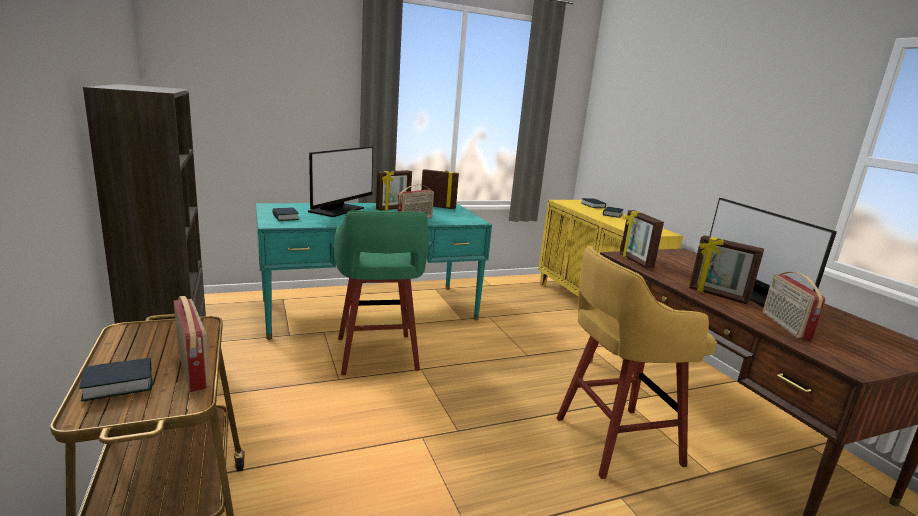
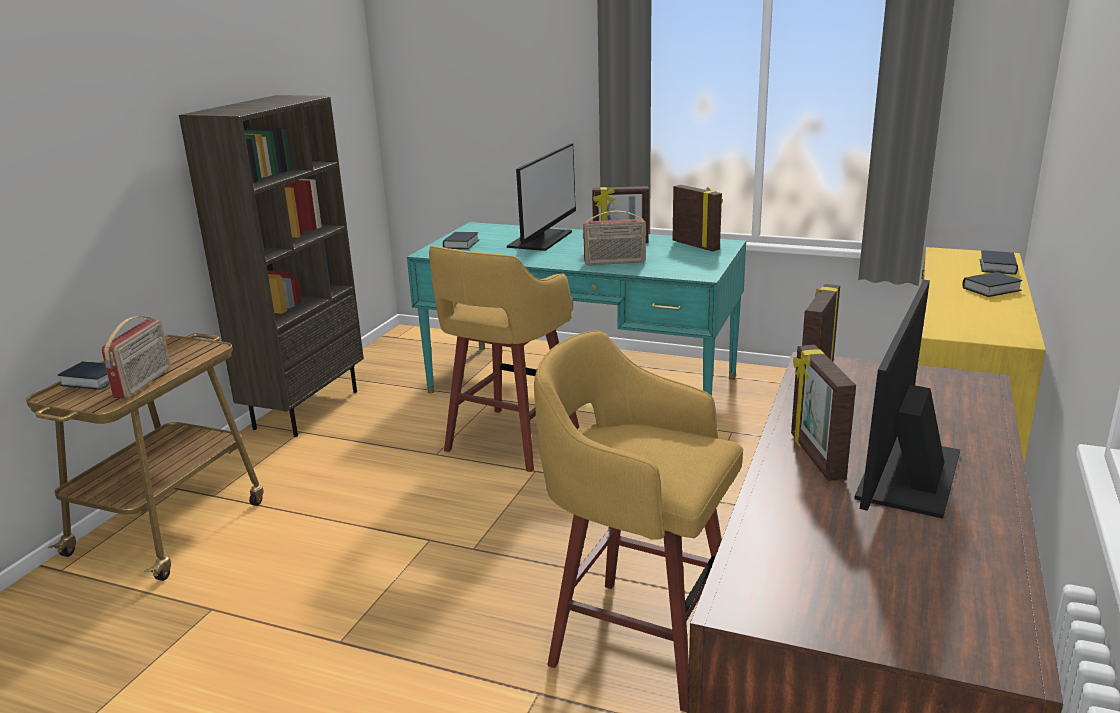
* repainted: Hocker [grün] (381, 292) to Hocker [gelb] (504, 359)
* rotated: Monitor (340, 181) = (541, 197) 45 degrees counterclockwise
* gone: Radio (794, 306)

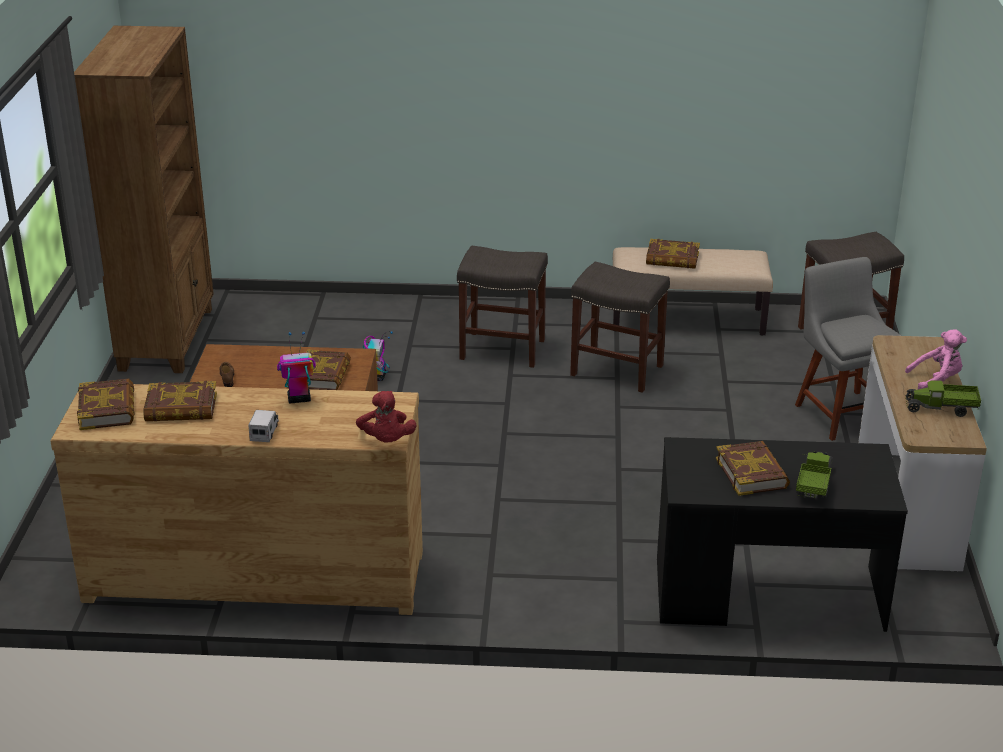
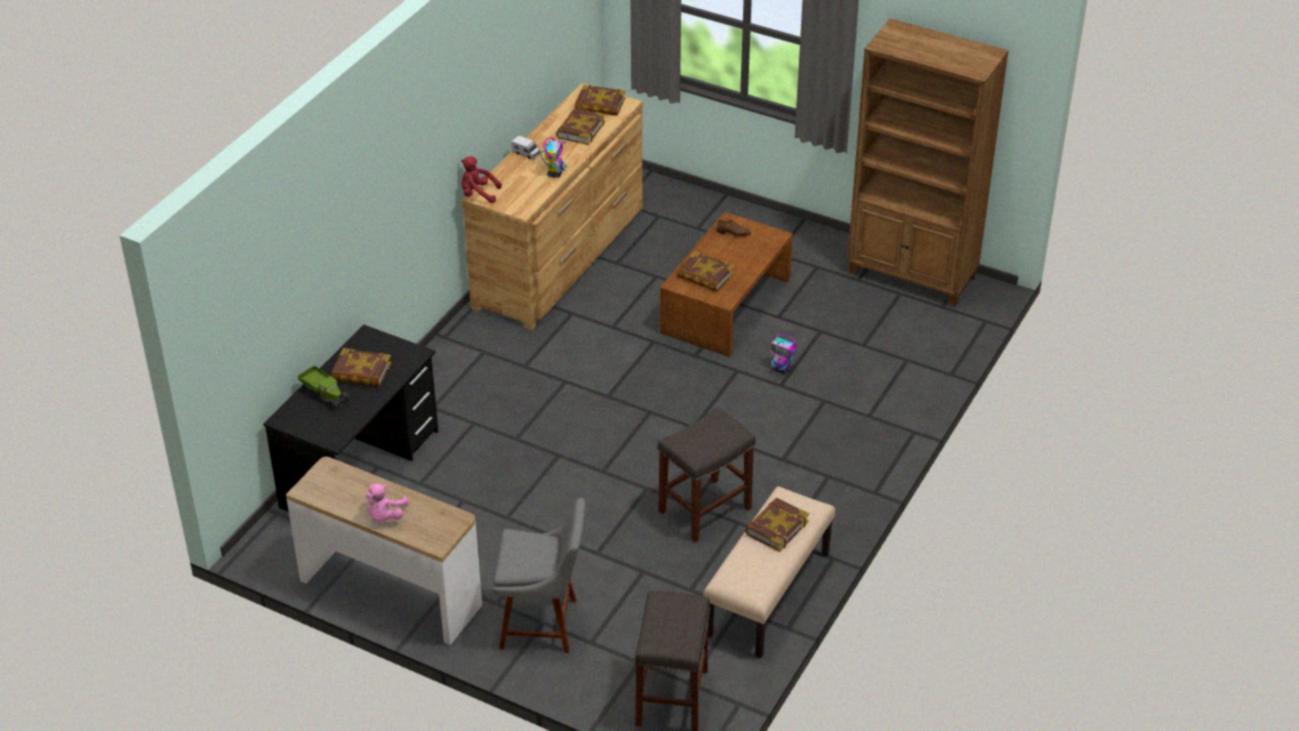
* gone: Hocker [grau] (502, 307)
* gone: Spielzeuglaster (943, 399)

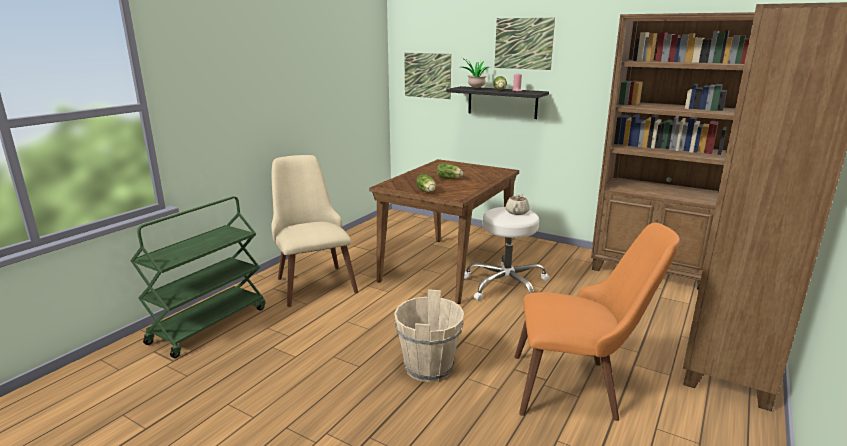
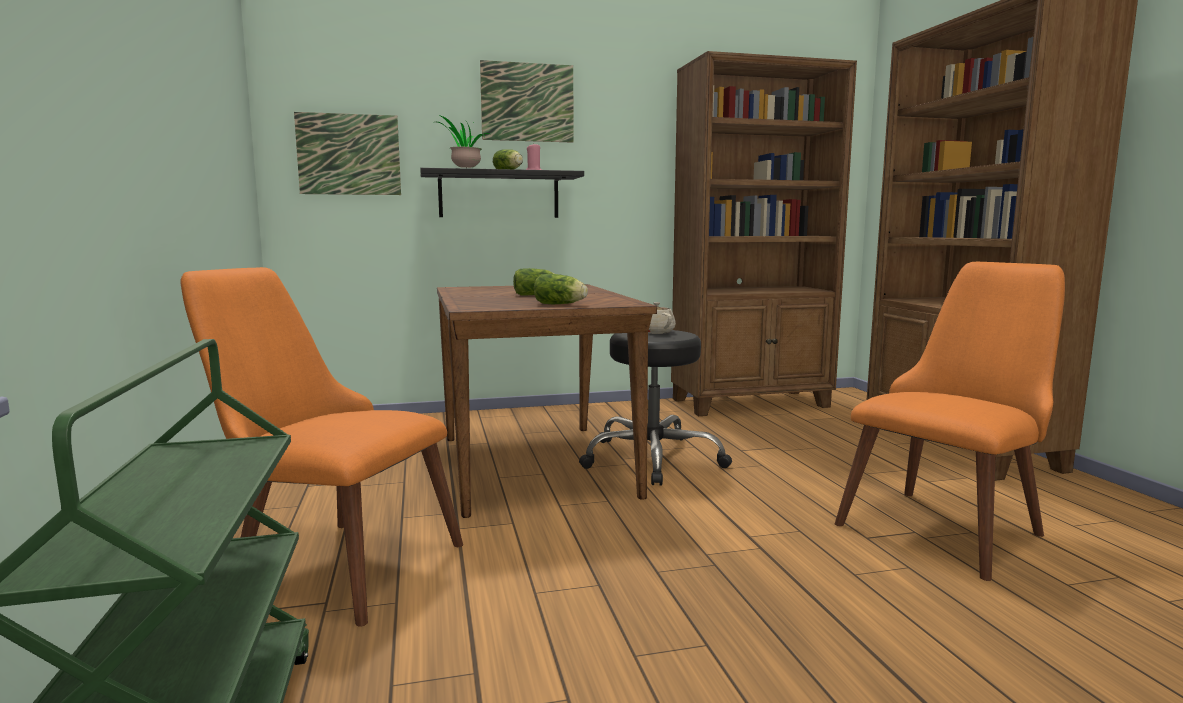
* repainted: Stuhl [beige] (314, 231) to Stuhl [orange] (321, 447)
* repainted: Hocker [weiß] (507, 254) to Hocker [schwarz] (655, 408)
* gone: Eimer [beige] (429, 335)

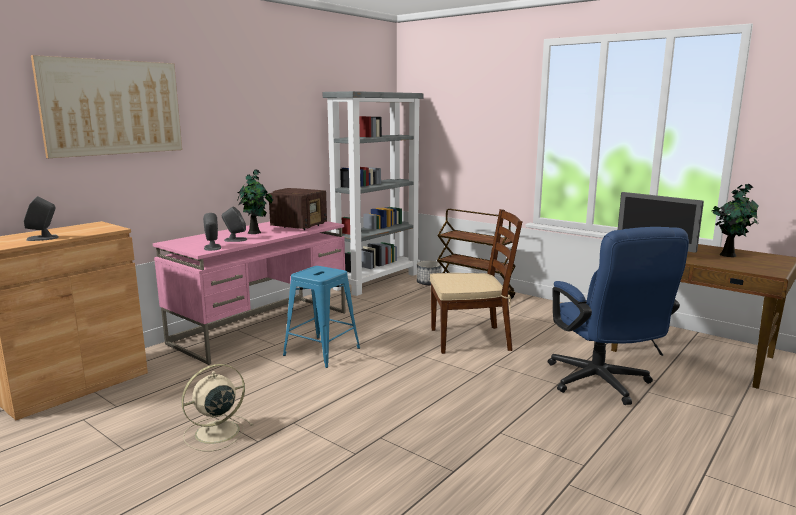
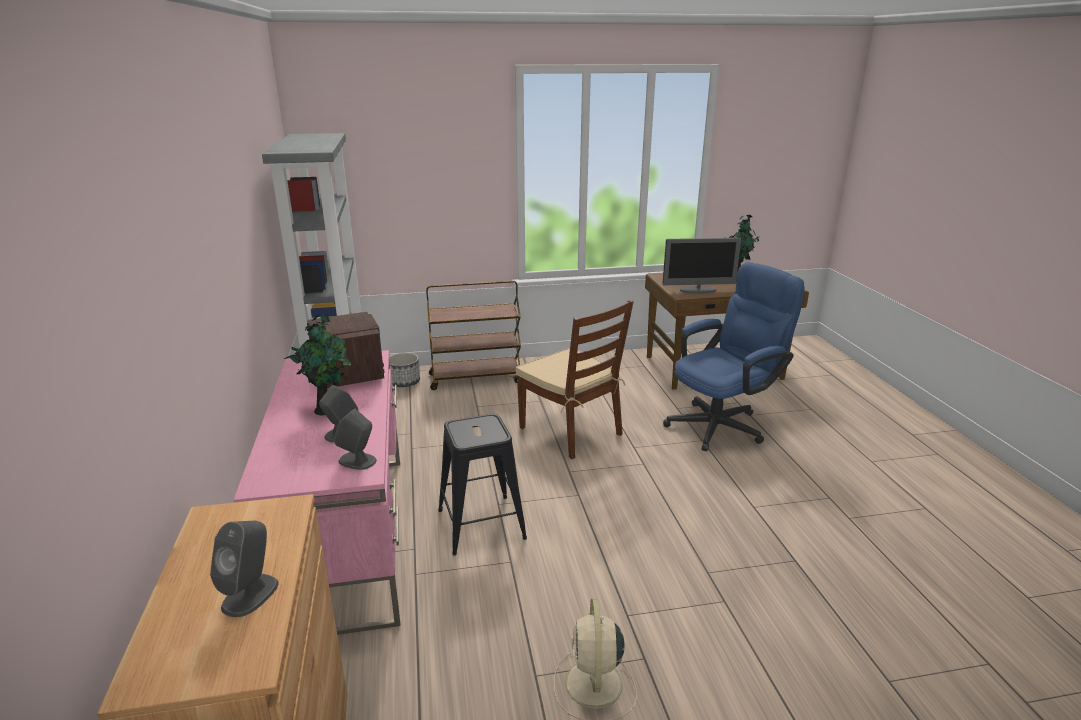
* repainted: Hocker [blau] (321, 317) to Hocker [schwarz] (482, 484)
* rotated: Stuhl [braun] (476, 281) = (575, 379) 105 degrees clockwise
* rotated: Bürostuhl [blau] (618, 316) = (734, 356) 60 degrees counterclockwise
* gone: Bild (106, 106)

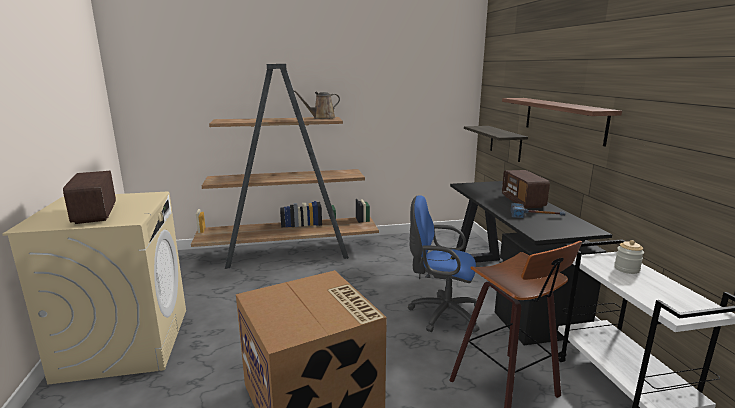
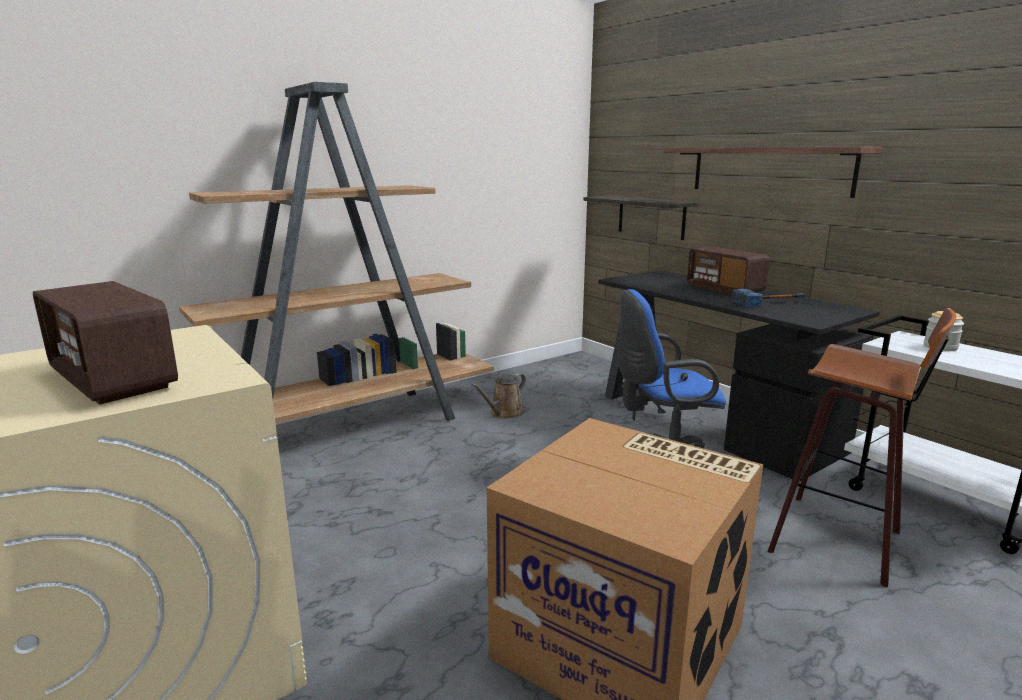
* shifted: Gießkanne [braun] (316, 104) to (498, 396)

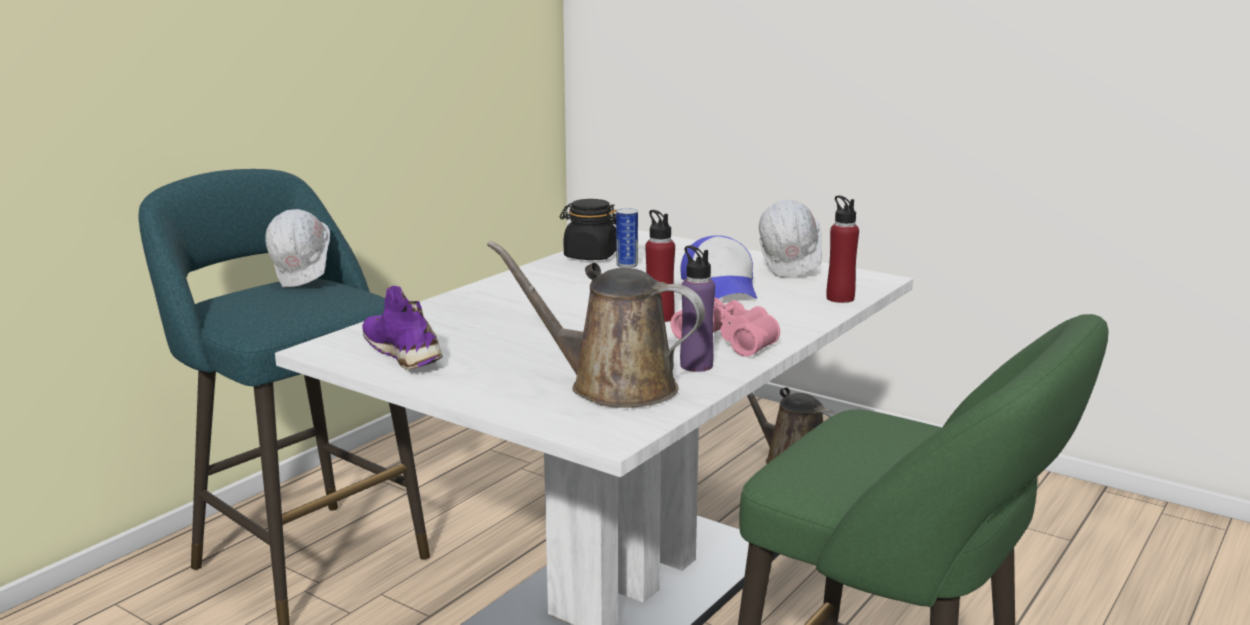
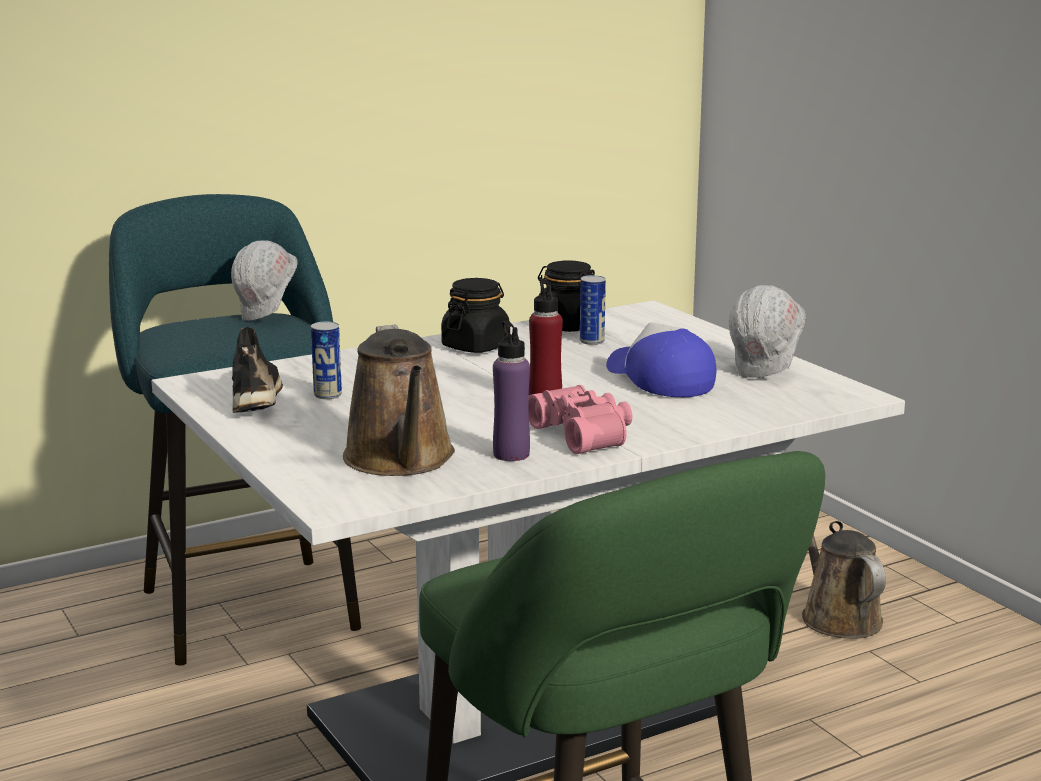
* repainted: Schuh [lila] (402, 328) to Schuh [schwarz] (257, 370)
* new: Dose (326, 360)
* rotated: Gießkanne [braun] (596, 324) = (399, 400) 150 degrees counterclockwise
* new: Vorratsglas [schwarz] (475, 315)
* rotated: Kappe (718, 267) = (661, 359) 135 degrees clockwise
* gone: Flasche [rot] (843, 249)

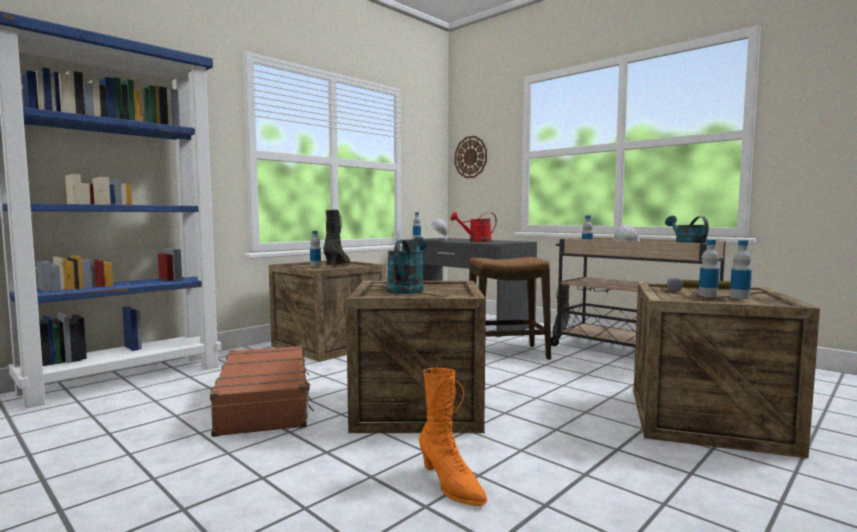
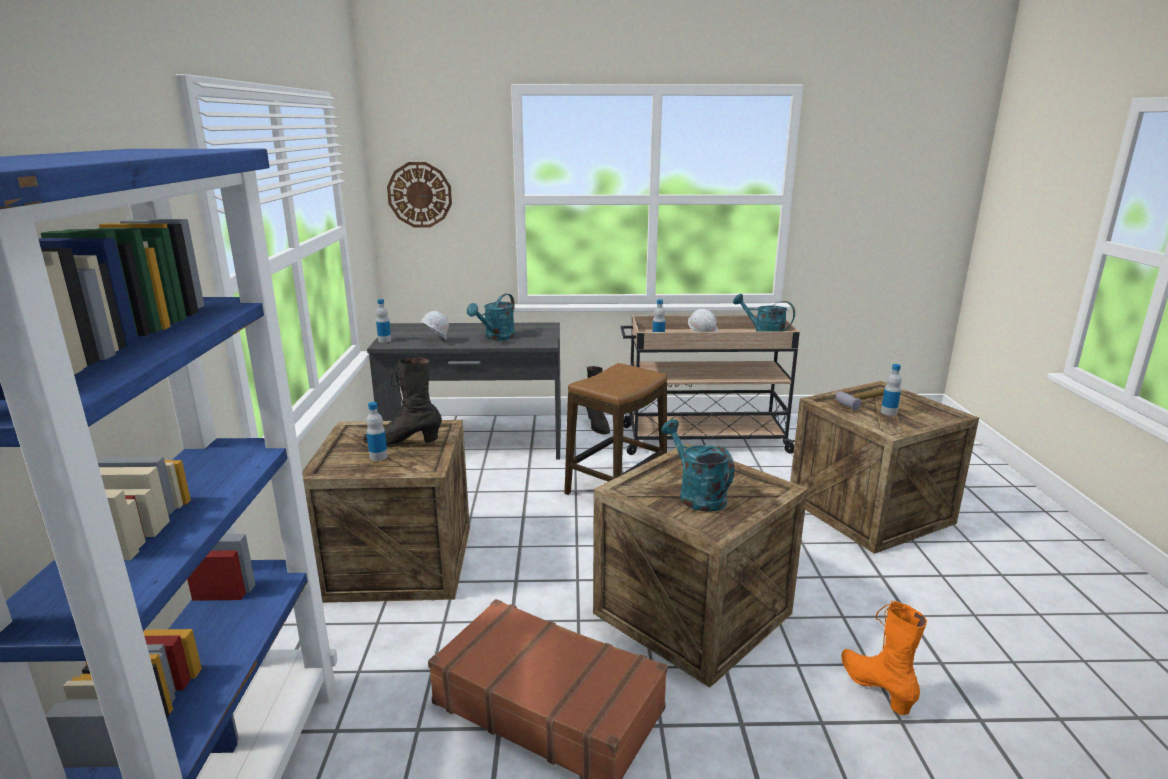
* rotated: Stiefel [schwarz] (336, 237) = (402, 402) 60 degrees counterclockwise
* repainted: Gießkanne [rot] (474, 227) to Gießkanne [türkis] (491, 317)
* rotated: Stiefel [orange] (453, 437) = (884, 658) 120 degrees counterclockwise
* gone: Flasche (741, 269)

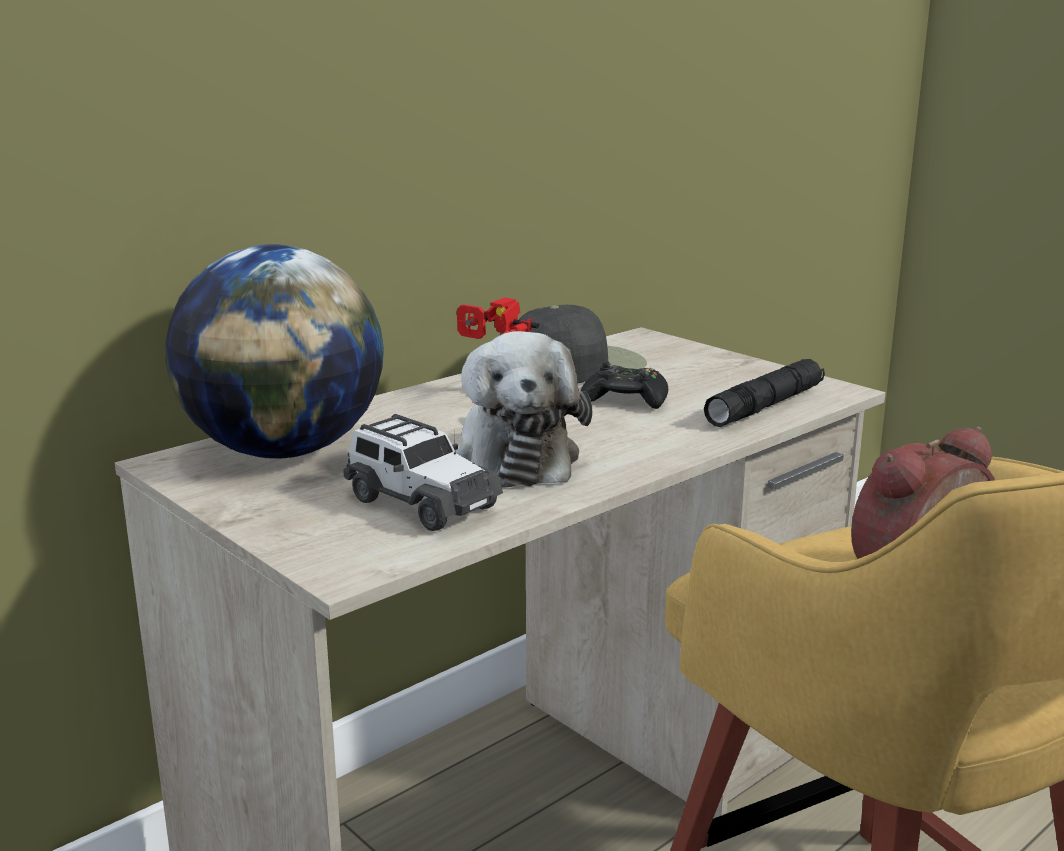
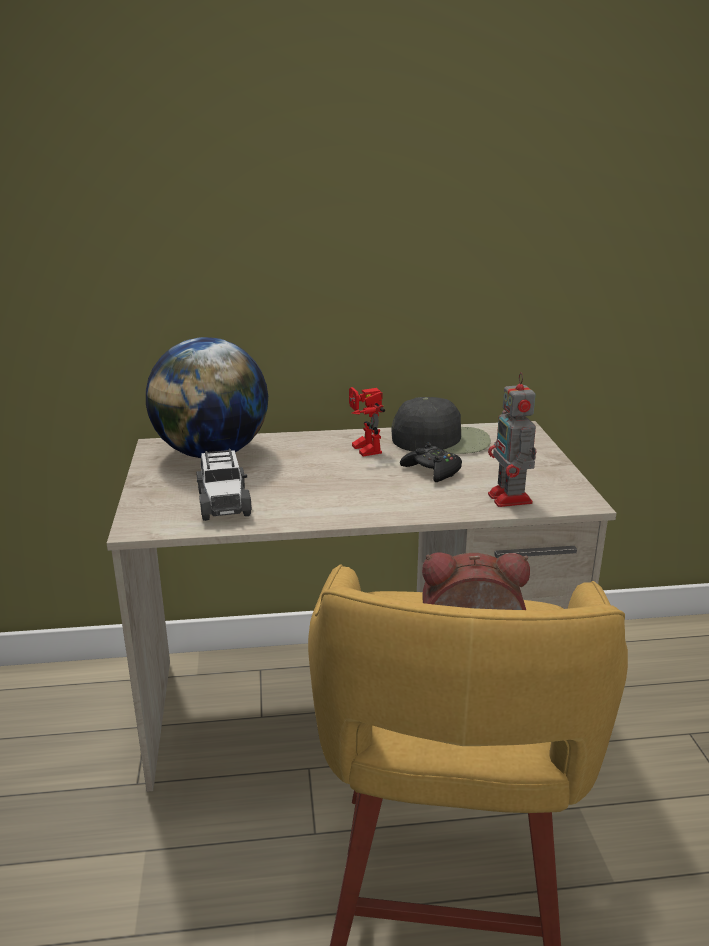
* swapped: Taschenlampe [schwarz] (764, 393) to Spielzeugroboter (512, 439)
* gone: Plüschtier (524, 409)

